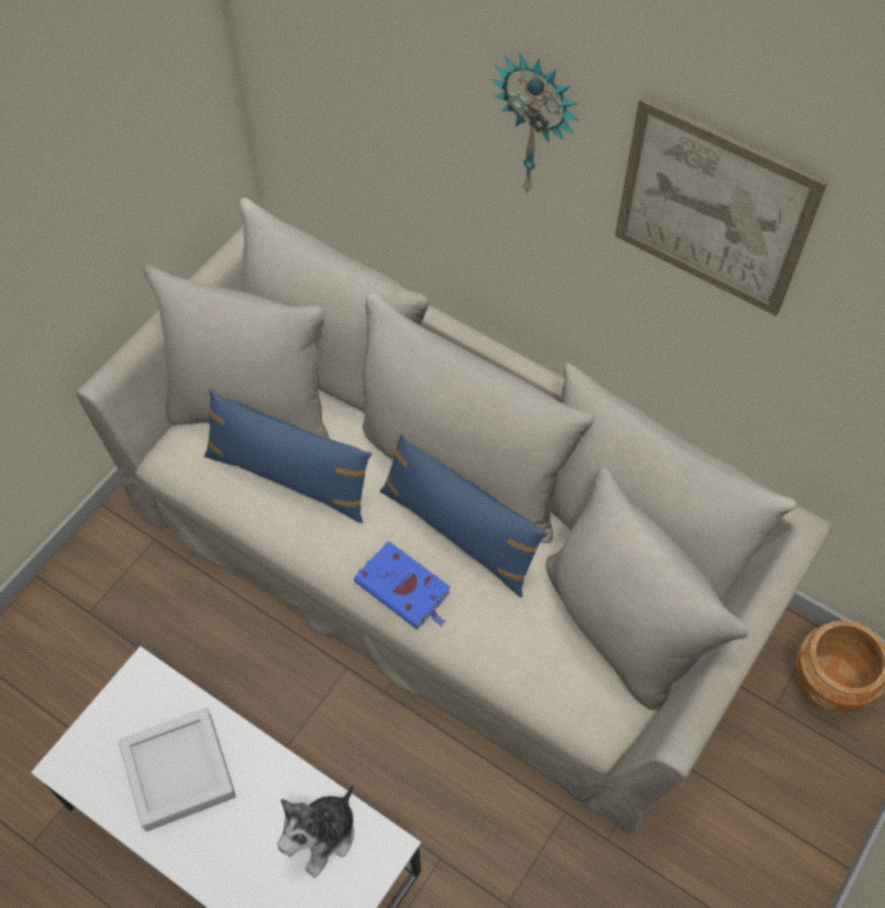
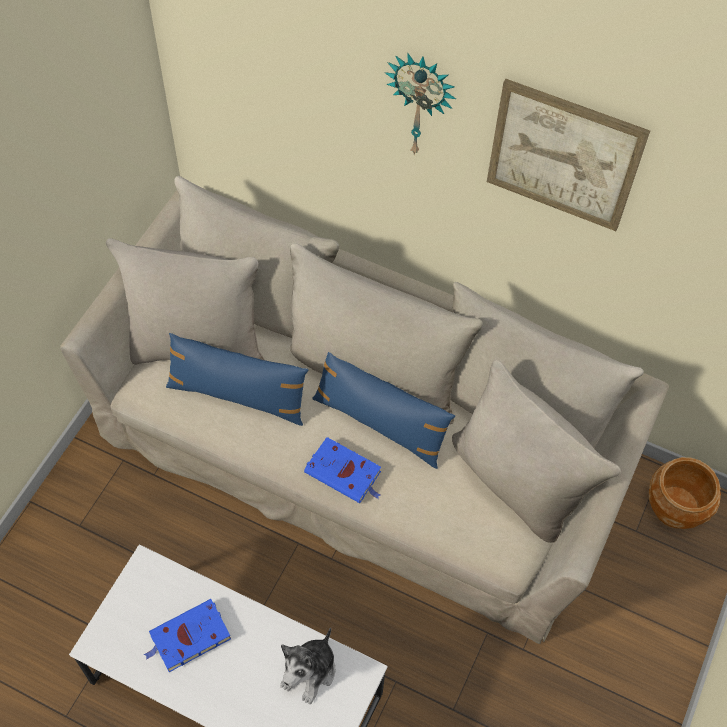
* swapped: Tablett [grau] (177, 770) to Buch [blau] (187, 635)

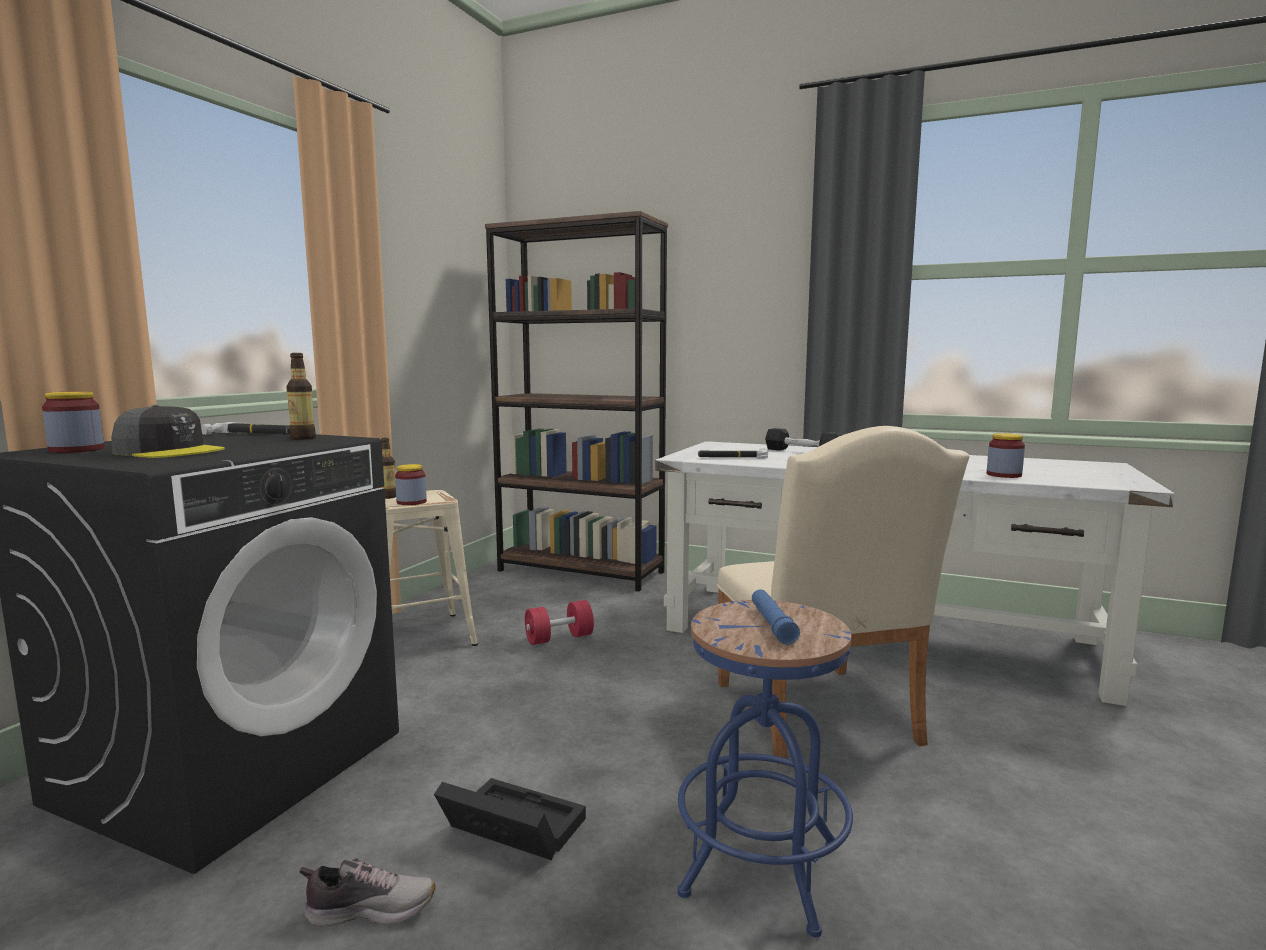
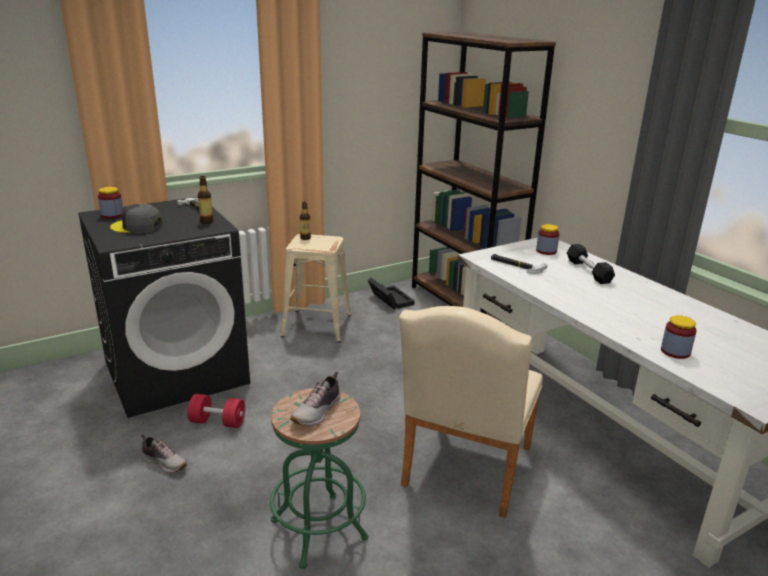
* rotated: Kappe [grau] (168, 431) = (136, 218) 135 degrees clockwise
* shifted: Hantel [rot] (559, 622) to (216, 411)
* repainted: Hocker [blau] (765, 769) to Hocker [grün] (319, 478)
* swapped: Taschenlampe [blau] (776, 617) to Schuh (315, 399)
* shifted: Aufbewahrungsbox [schwarz] (510, 819) to (391, 293)
* shifted: Vorratsglas (411, 484) to (548, 239)

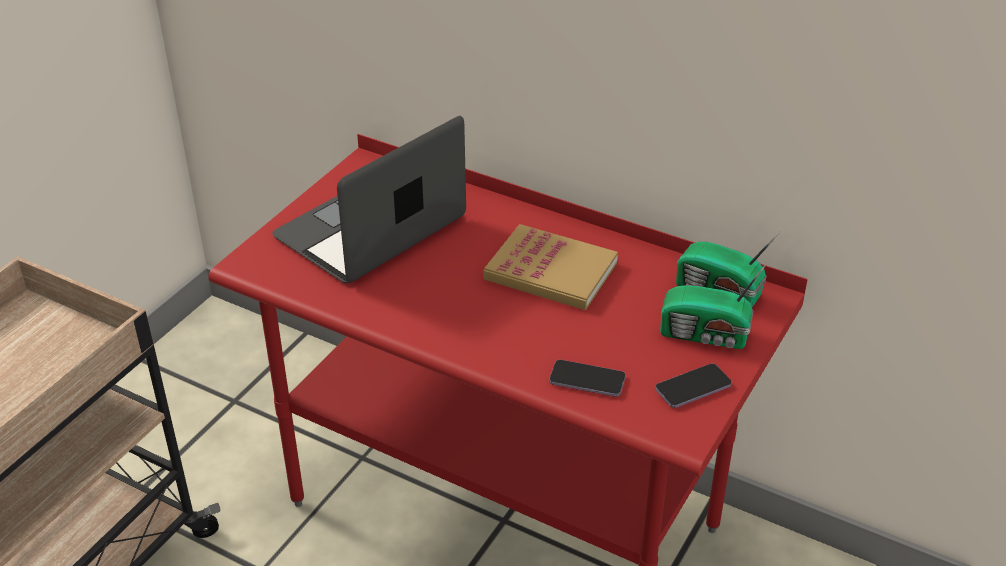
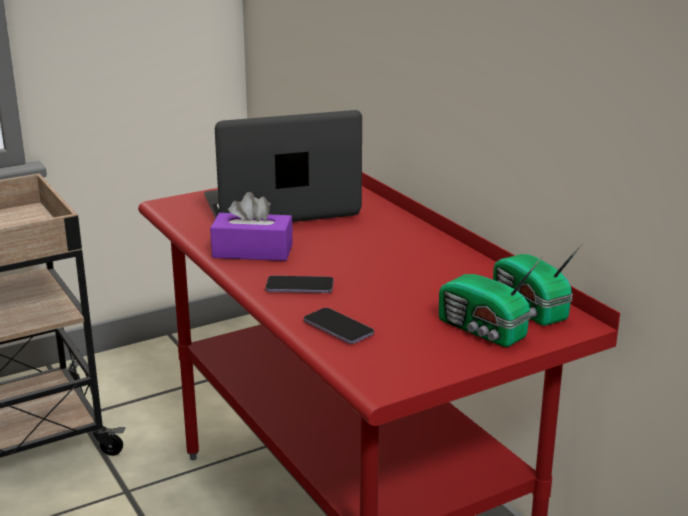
* new: Taschentuchbox [lila] (251, 226)
* shifted: Handy (693, 386) to (300, 284)
* gone: Buch (551, 267)

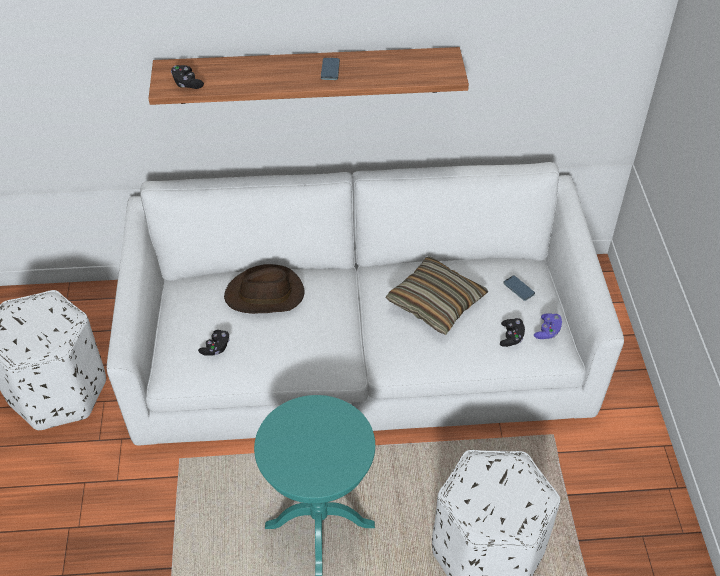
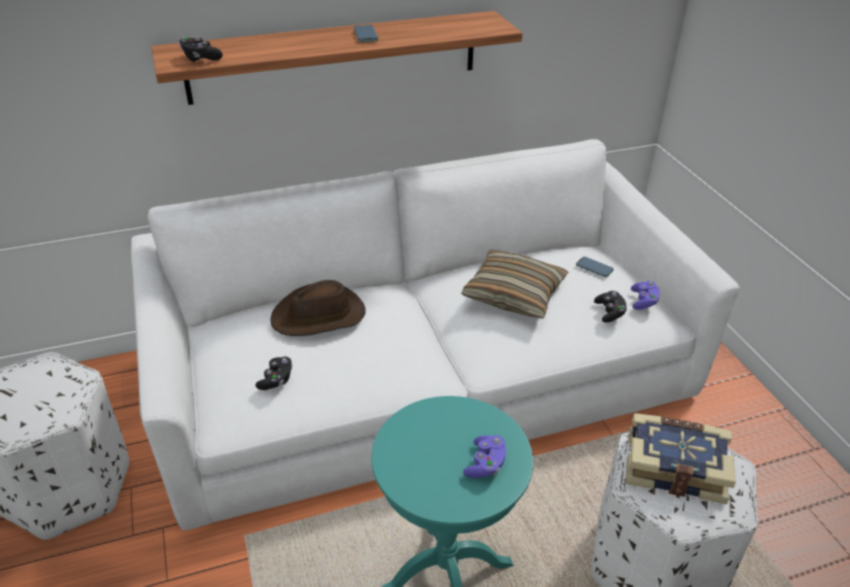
* new: Gamepad [lila] (484, 456)
* new: Buch (681, 458)

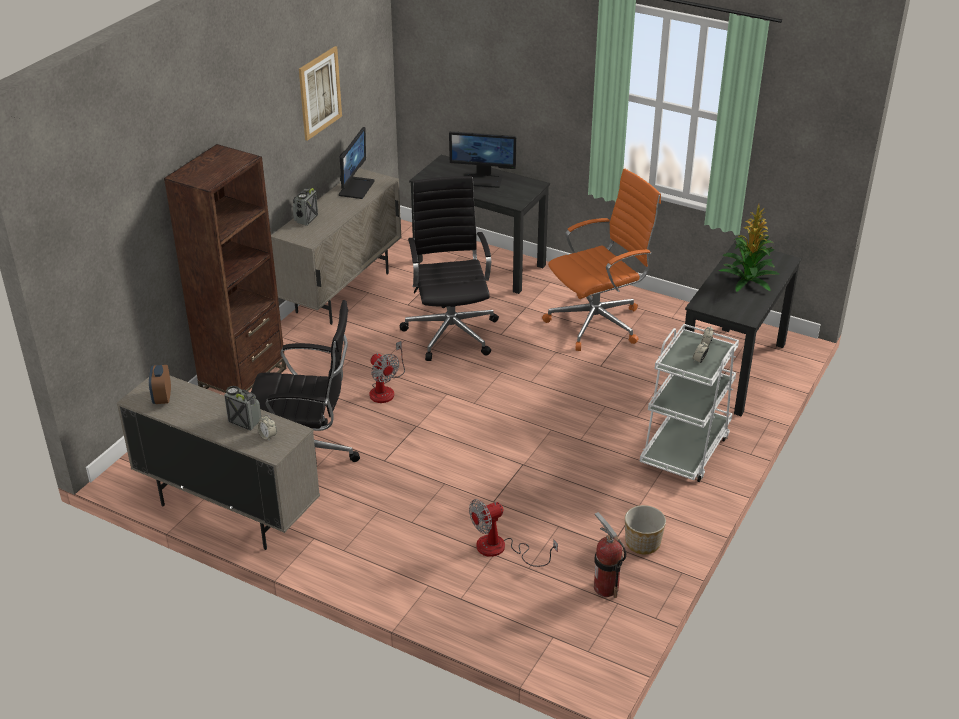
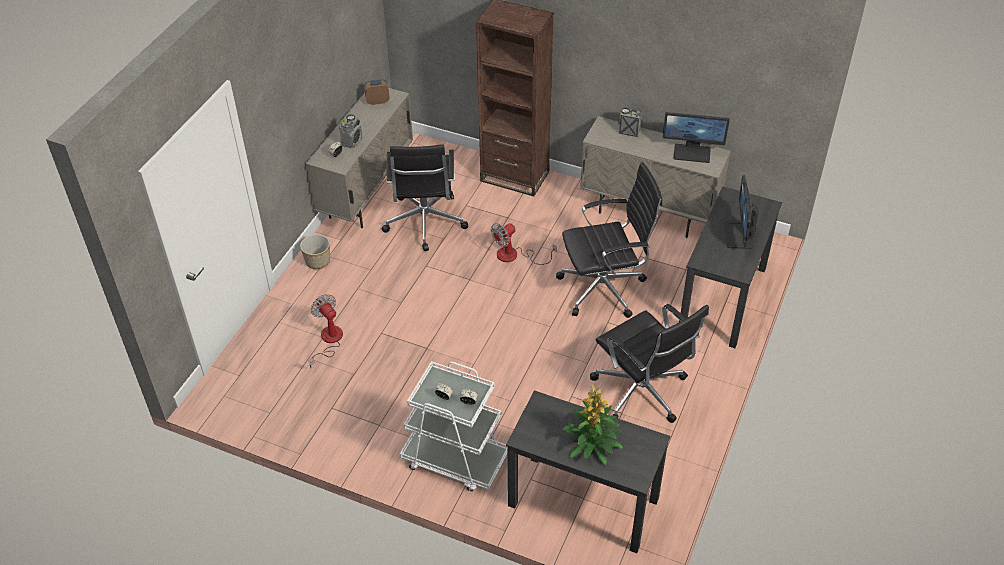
* shifted: Pflanzkübel (645, 529) to (315, 251)
* repainted: Bürostuhl [orange] (601, 260) to Bürostuhl [schwarz] (649, 363)
* gone: Bild (320, 93)
* gone: Feuerlöscher (610, 555)

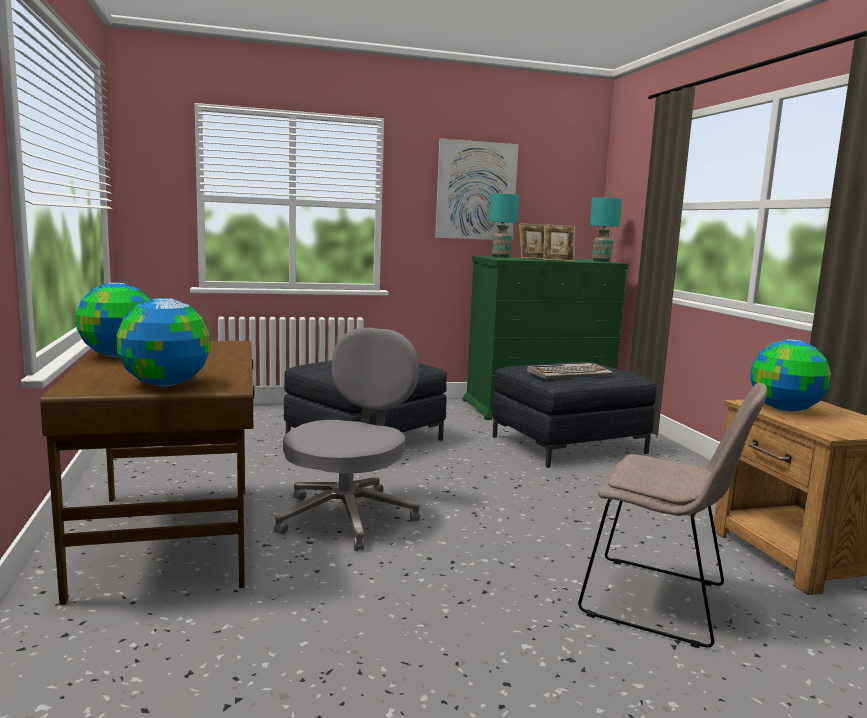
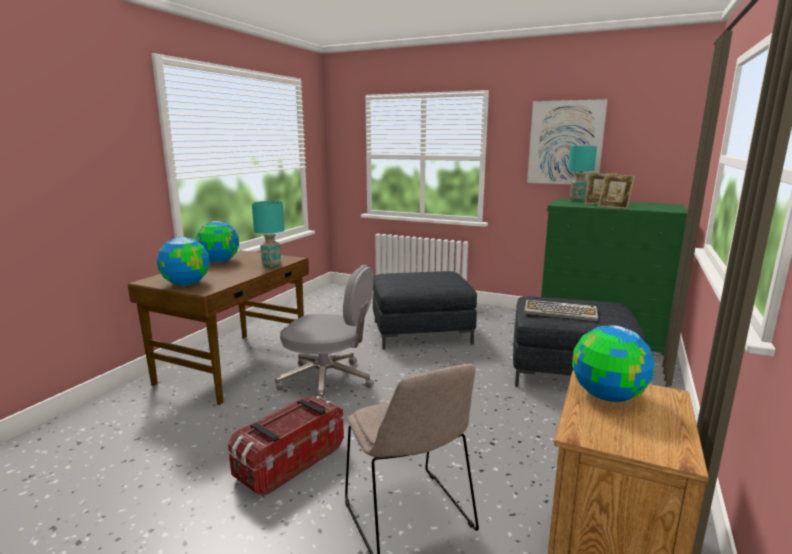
* new: Aufbewahrungsbox (286, 446)
* shifted: Tischlampe [türkis] (606, 229) to (268, 234)
* rotated: Bürostuhl [grau] (347, 439) = (324, 333) 45 degrees clockwise

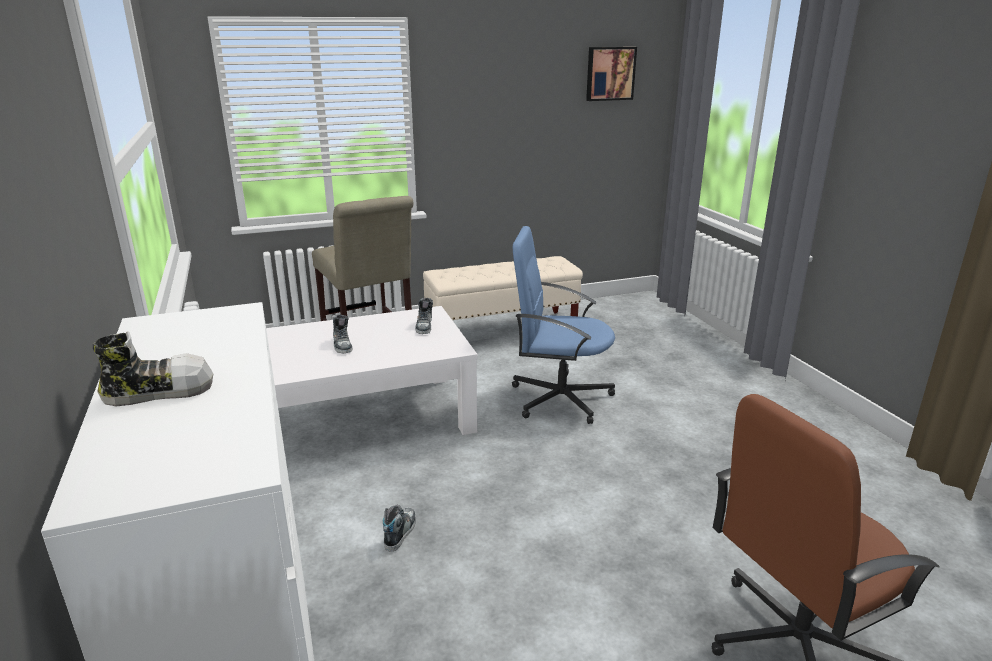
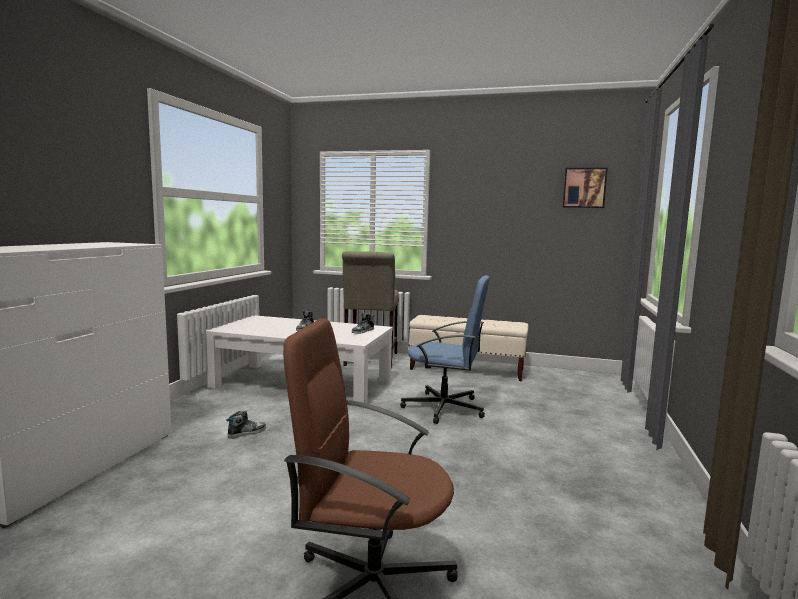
* rotated: Bürostuhl [blau] (563, 325) = (445, 349) 150 degrees clockwise
* gone: Schuh (153, 368)

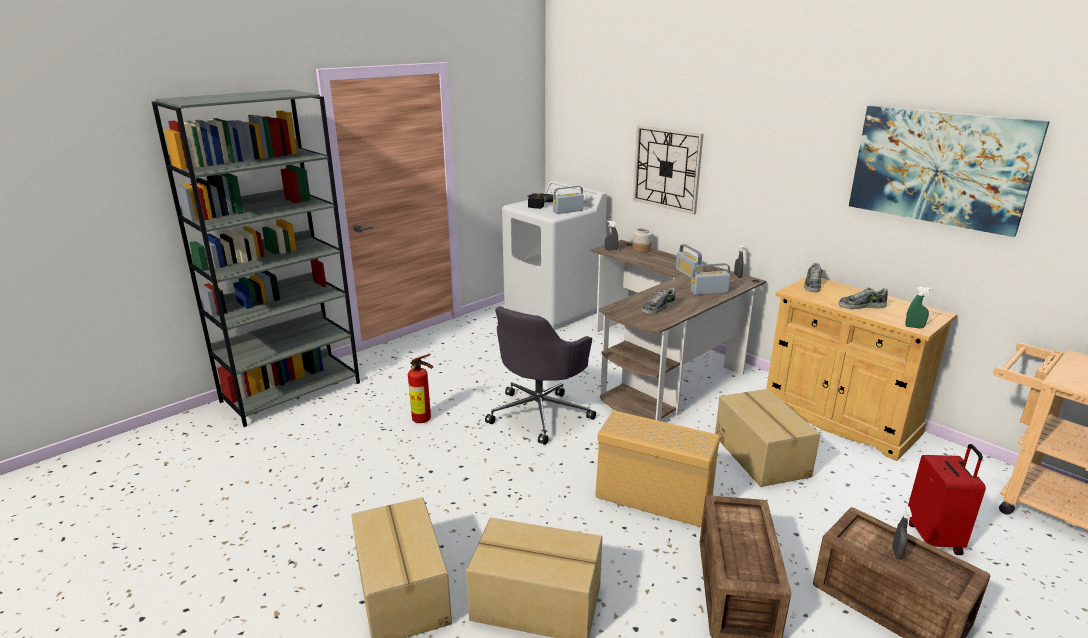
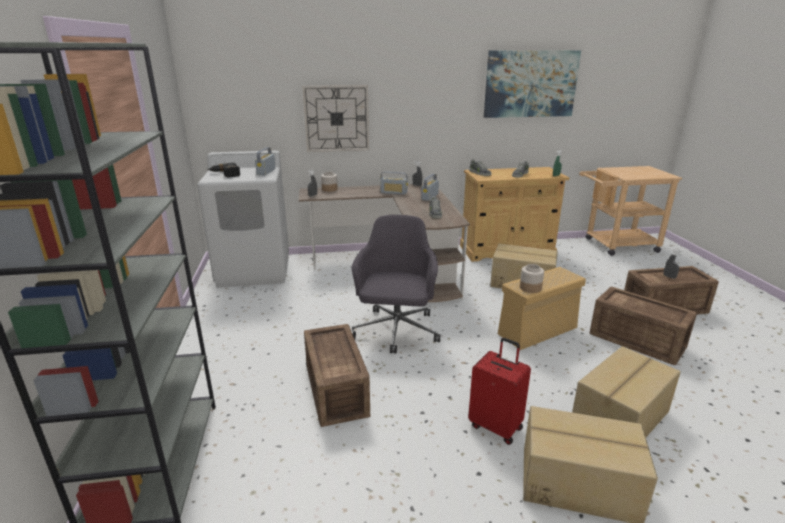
* swapped: Feuerlöscher (420, 388) to Kiste (337, 375)
* rotated: Bürostuhl [grau] (540, 375) = (395, 284) 150 degrees counterclockwise
* shifted: Koffer [rot] (947, 499) to (499, 391)
* new: Vorratsglas (532, 278)

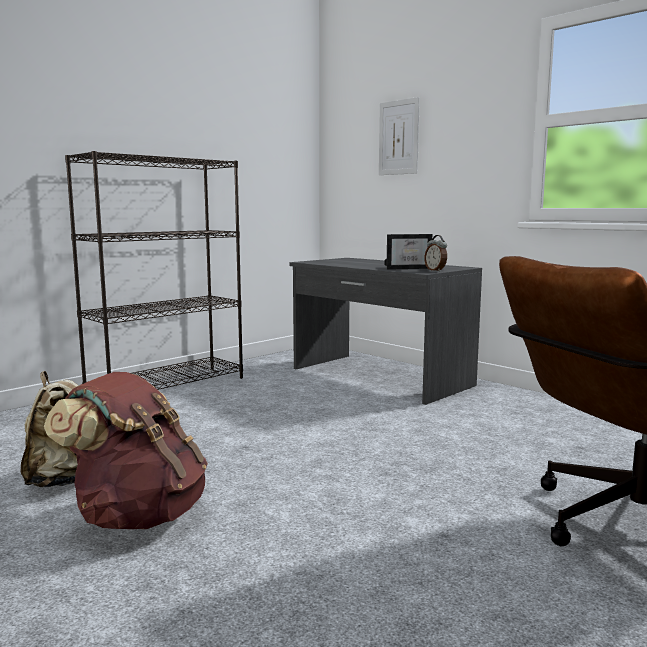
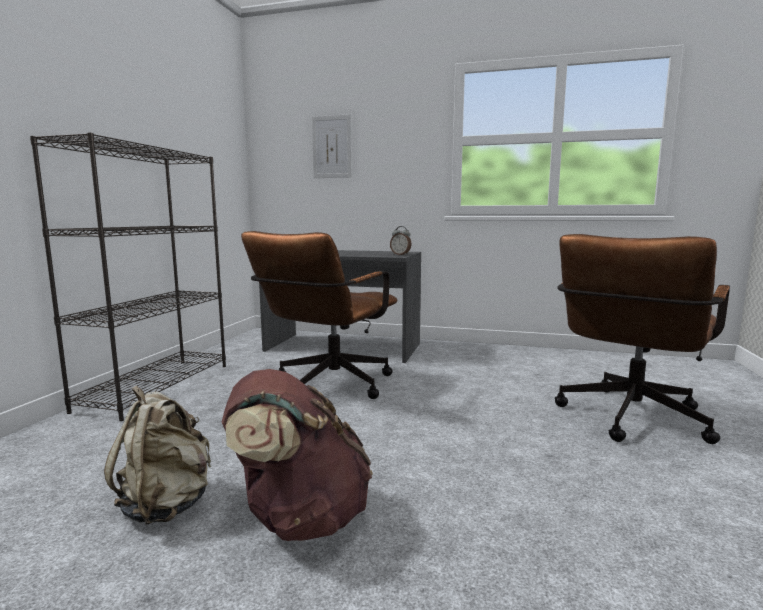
* new: Bürostuhl [braun] (319, 315)
* gone: Bilderrahmen (408, 252)

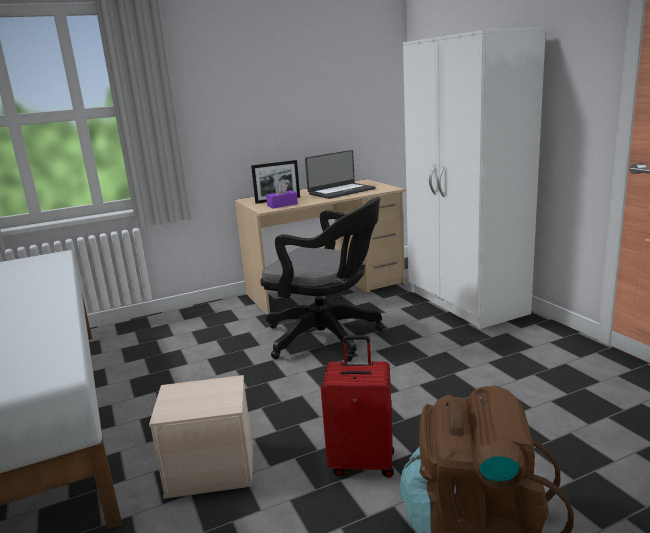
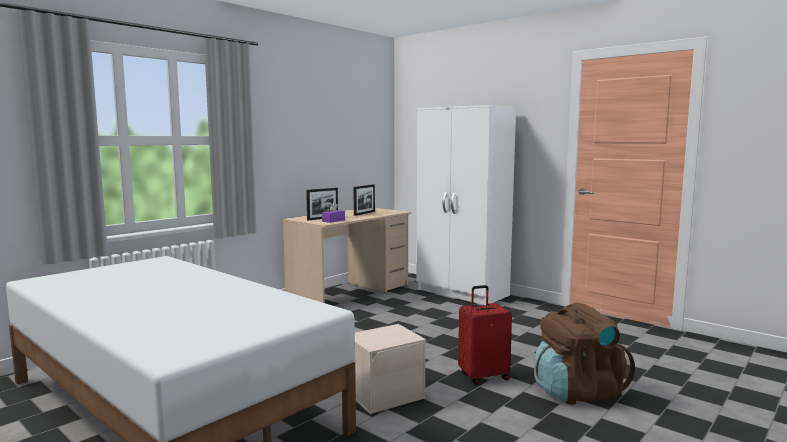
* swapped: Laptop (340, 174) to Bilderrahmen (364, 200)
* gone: Bürostuhl [schwarz] (322, 279)

